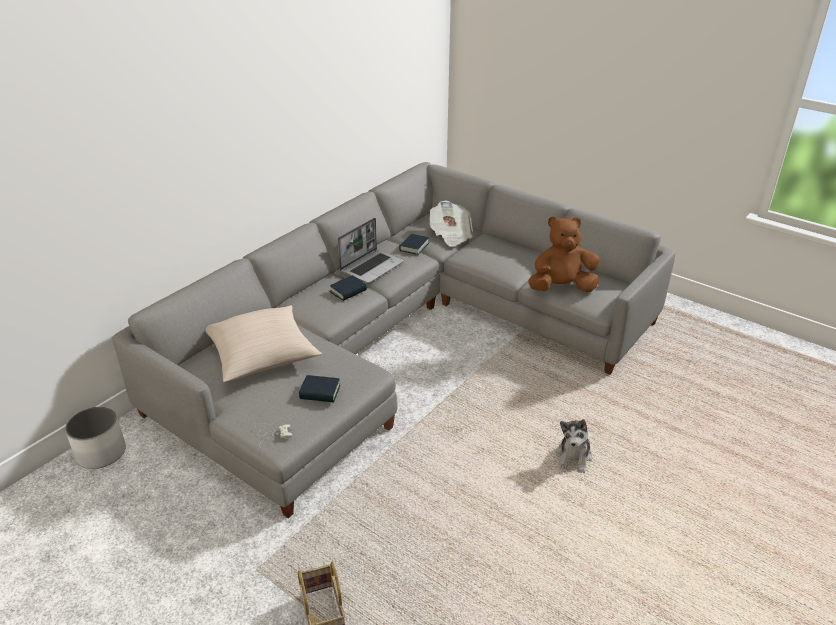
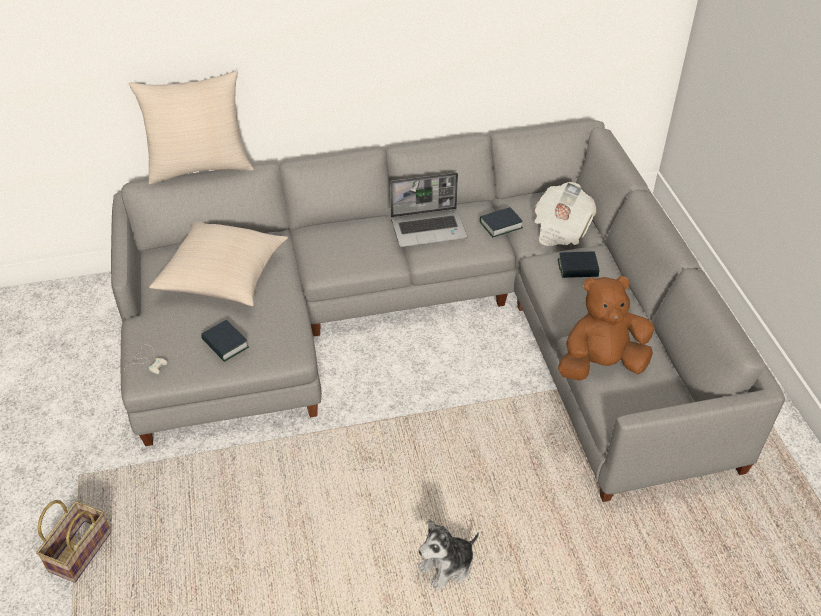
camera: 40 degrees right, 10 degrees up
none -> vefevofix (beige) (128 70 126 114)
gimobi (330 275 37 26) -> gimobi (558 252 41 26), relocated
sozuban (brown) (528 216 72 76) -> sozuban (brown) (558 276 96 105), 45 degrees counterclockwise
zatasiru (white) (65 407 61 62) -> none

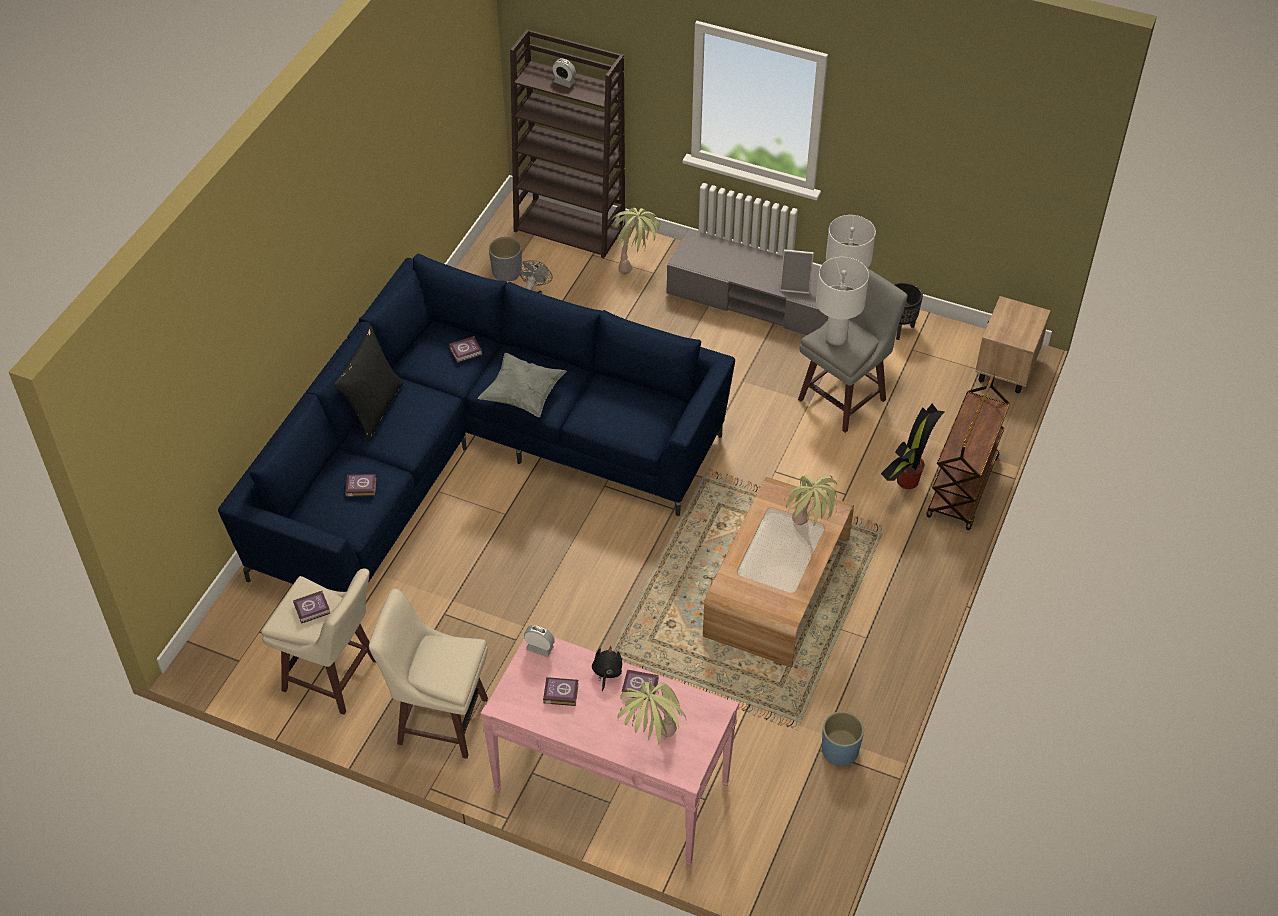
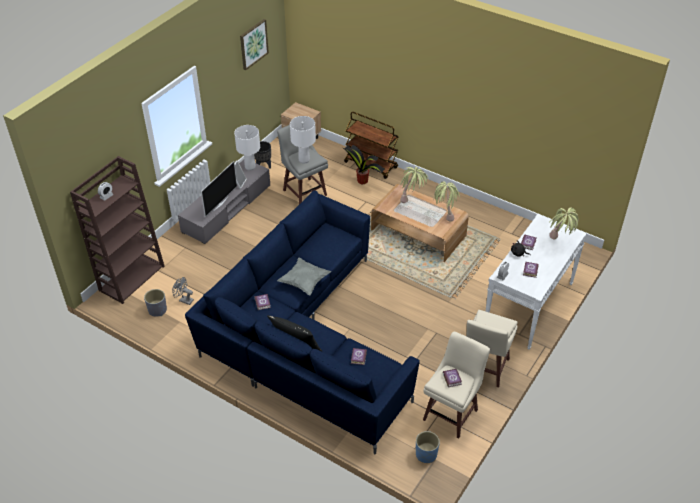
camera: 80 degrees left, 5 degrees down
none -> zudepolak (201 161 36 56)
none -> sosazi (240 19 29 51)
zatasiru (blue) (822 711 42 55) -> zatasiru (blue) (416 431 24 32), relocated
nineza (611 208 49 67) -> nineza (433 181 27 41), relocated
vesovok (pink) (481 637 258 230) -> vesovok (white) (486 214 101 136)

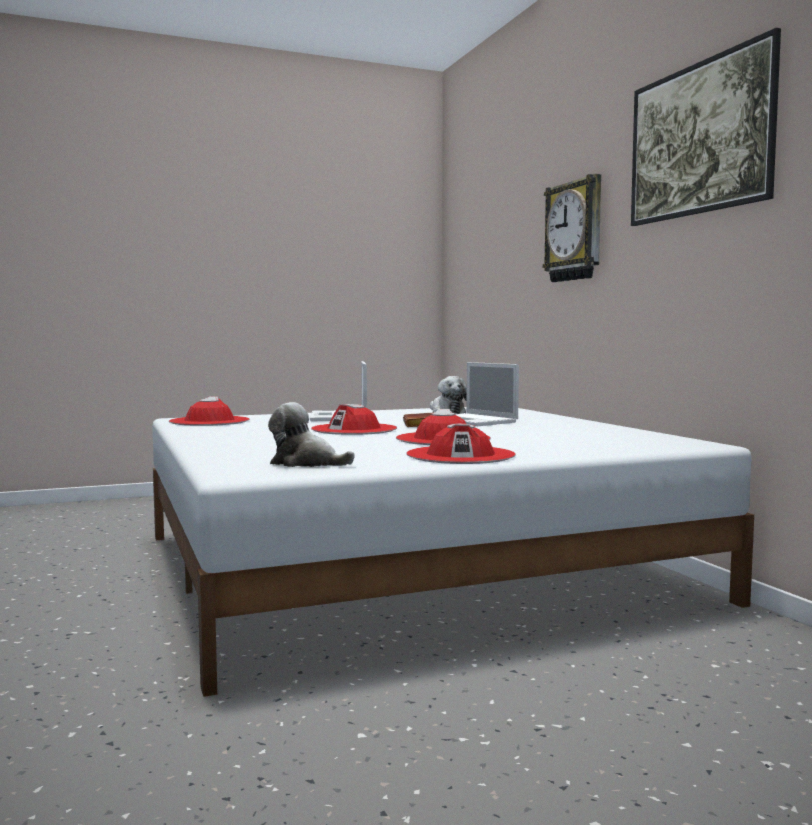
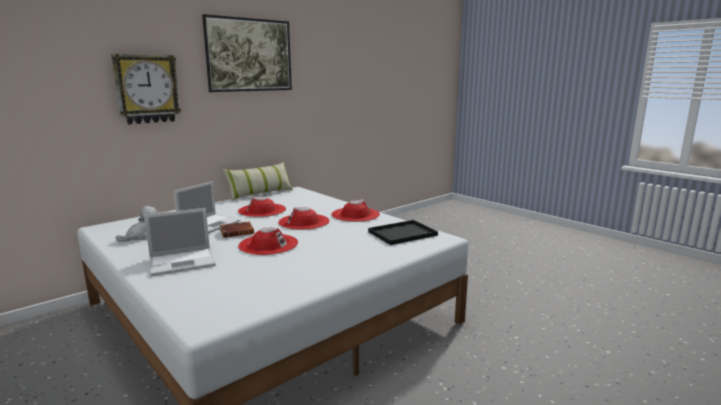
camera: 110 degrees left, 10 degrees up
none -> vefevofix (223 162 70 39)
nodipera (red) (169 396 81 30) -> nodipera (red) (238 197 48 20), relocated
sozuban (268 402 87 65) -> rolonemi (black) (368 220 70 25)

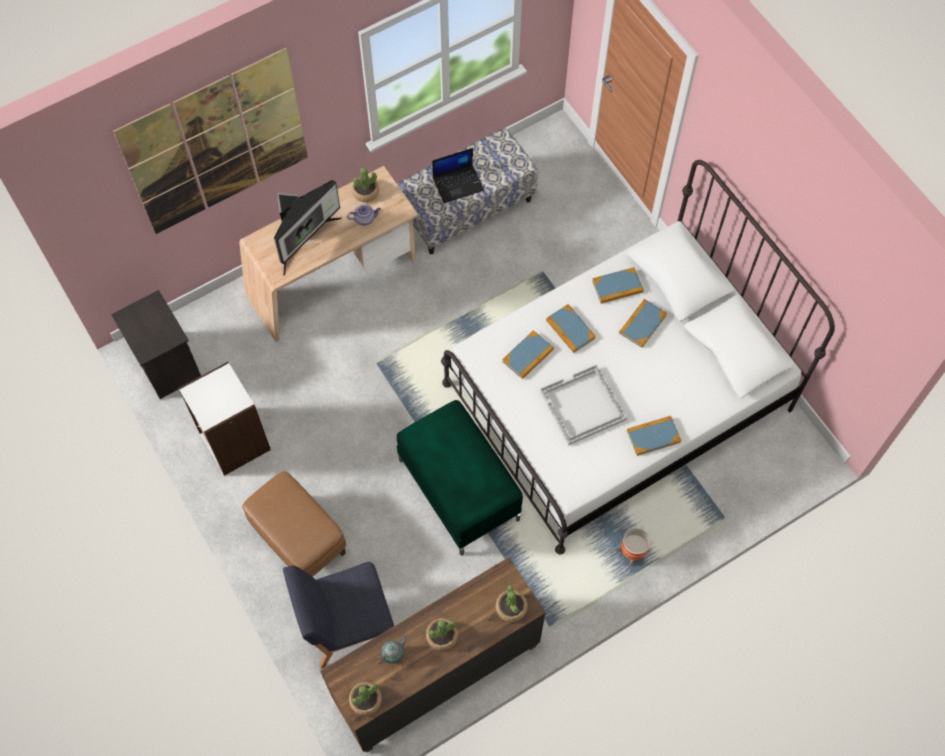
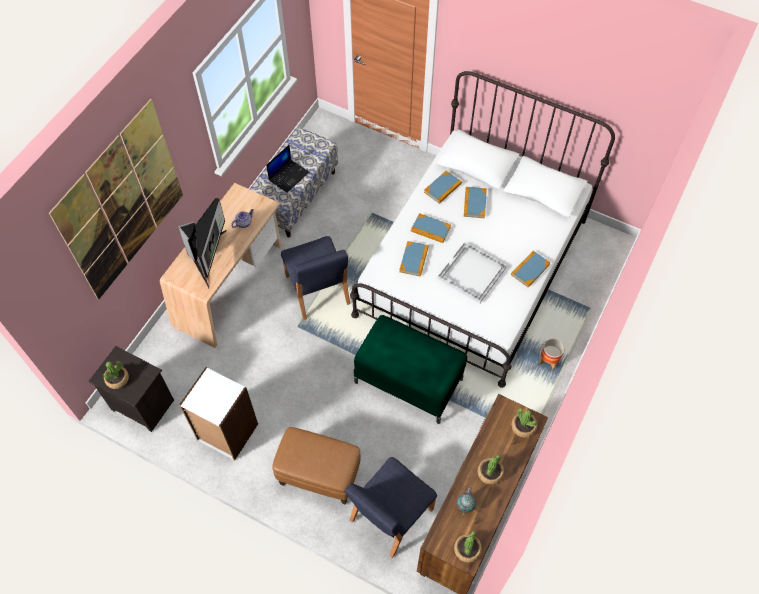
camera: 30 degrees left, 5 degrees down
nineza (352 167 27 35) -> nineza (104 361 25 28), relocated
none -> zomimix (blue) (281 236 69 84)

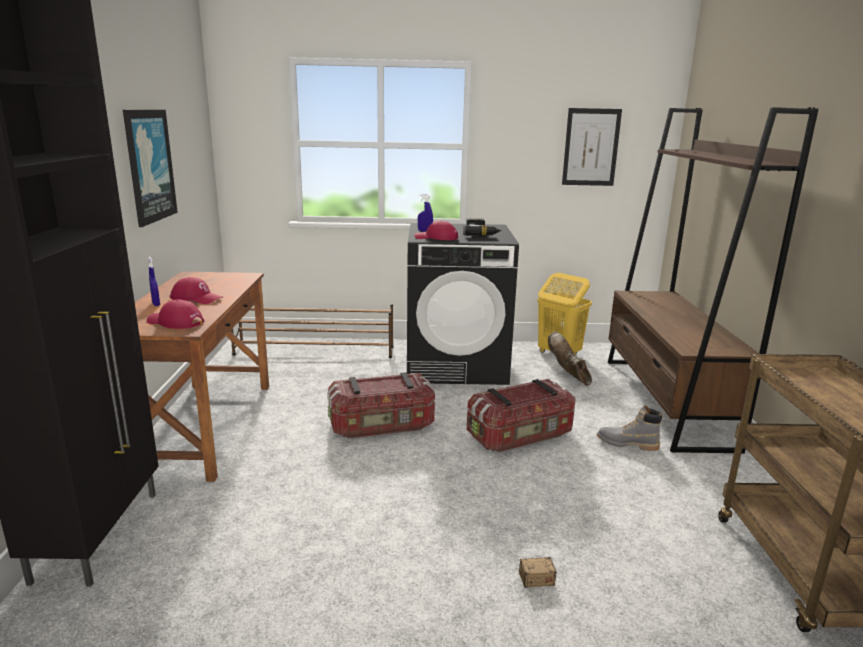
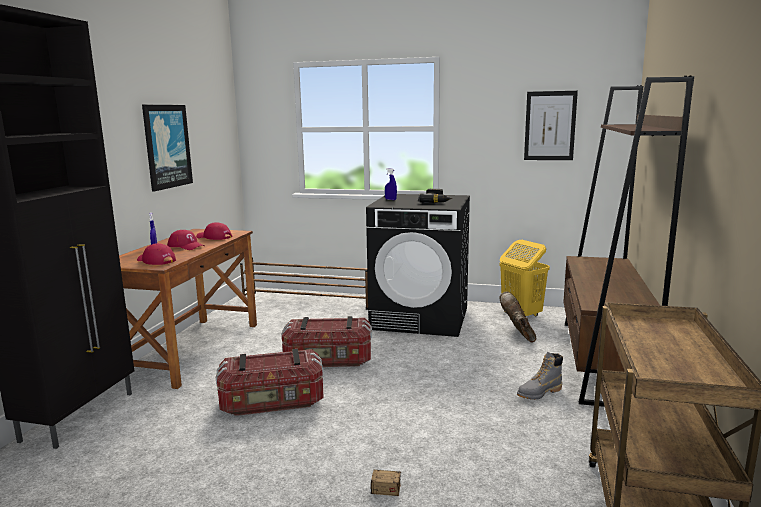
camera: 15 degrees right, 5 degrees down
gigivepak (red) (414 221 44 19) -> gigivepak (red) (196 222 36 18), relocated
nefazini (467 379 109 73) -> nefazini (216 349 108 67), relocated
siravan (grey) (597 405 65 46) -> siravan (grey) (517 352 46 48), 60 degrees counterclockwise

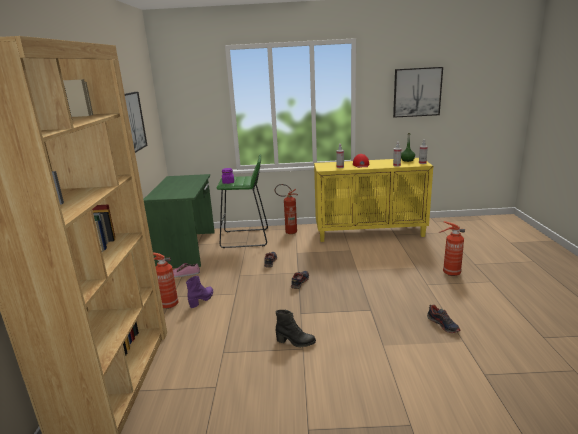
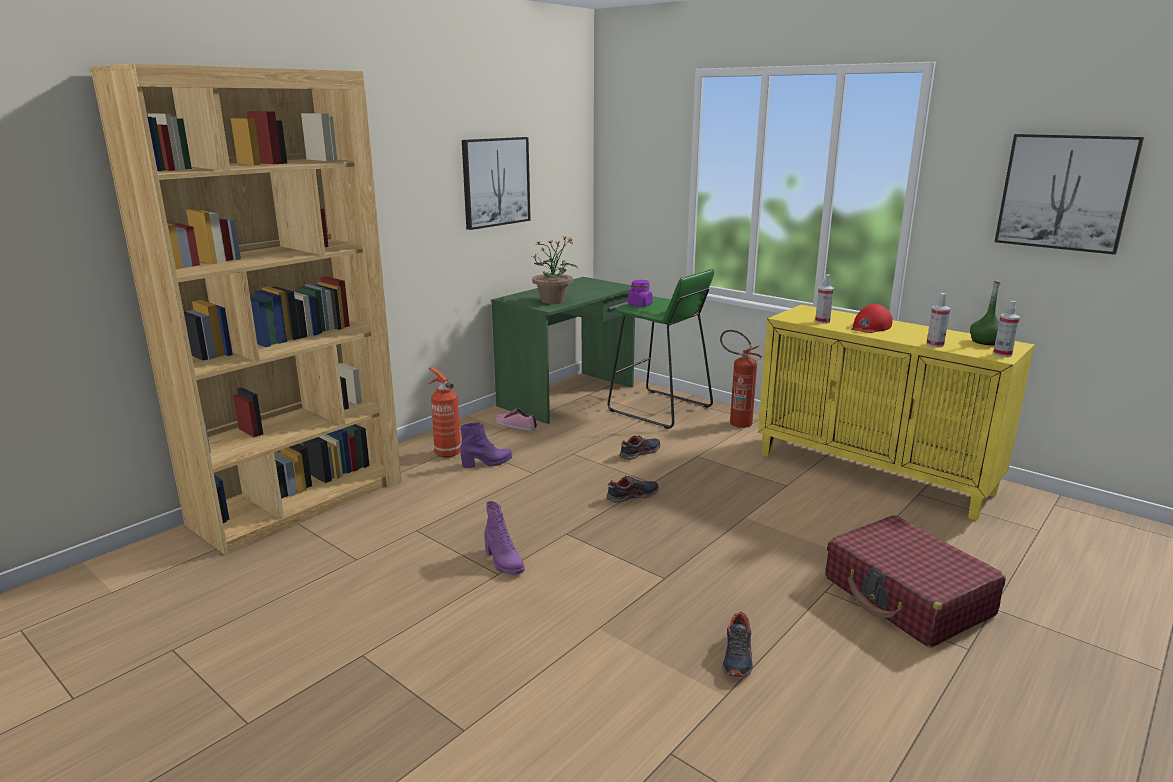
camera: 40 degrees right, 0 degrees up
siravan (black) (276 310 40 38) -> siravan (purple) (484 501 41 74)
none -> nineza (532 236 46 68)
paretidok (439 221 26 55) -> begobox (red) (825 515 181 133)

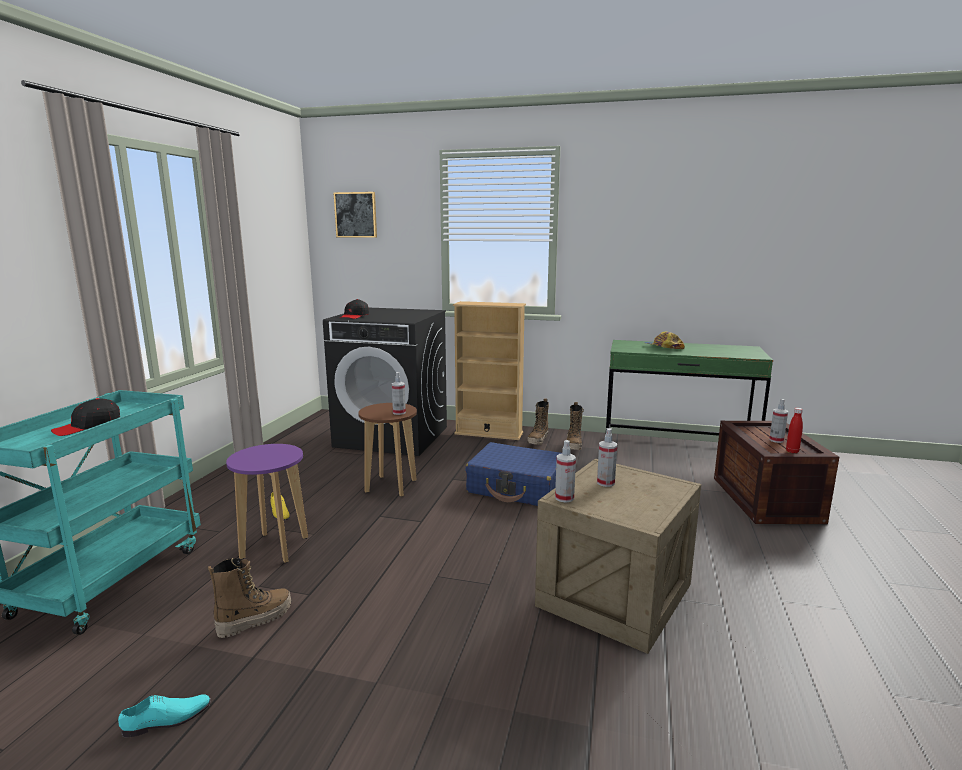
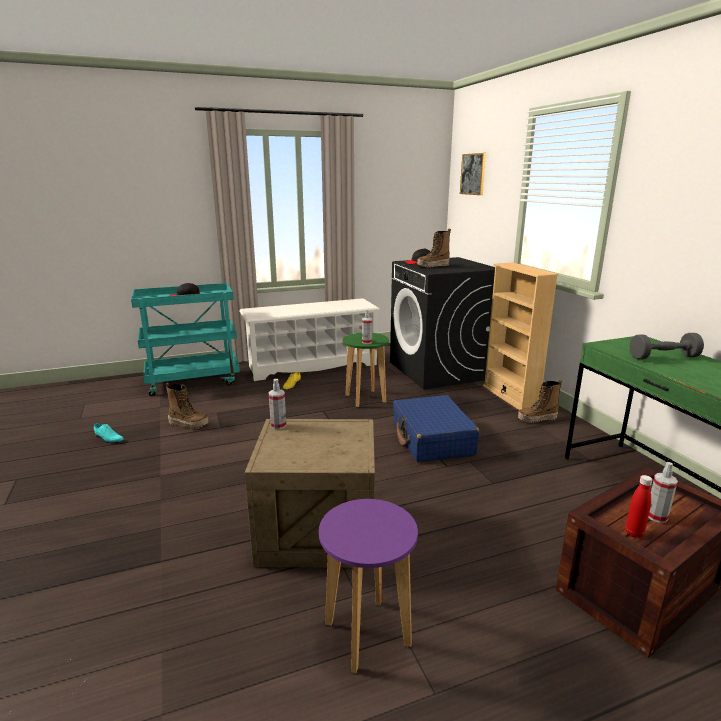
camera: 55 degrees right, 5 degrees up
none -> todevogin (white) (239 298 141 83)
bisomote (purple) (226 444 82 119) -> bisomote (purple) (319 499 99 174), relocated
bisomote (brown) (358 403 59 94) -> bisomote (green) (343 333 46 75)
siravan (566 402 18 48) -> siravan (417 229 34 39), relocated
gigivepak (645 332 40 17) -> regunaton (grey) (630 333 74 26)
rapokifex (597 428 20 59) -> none

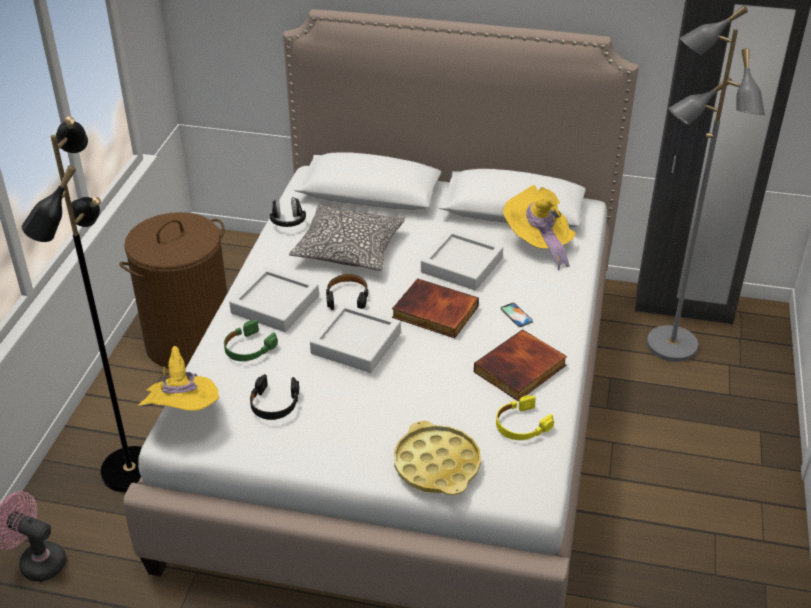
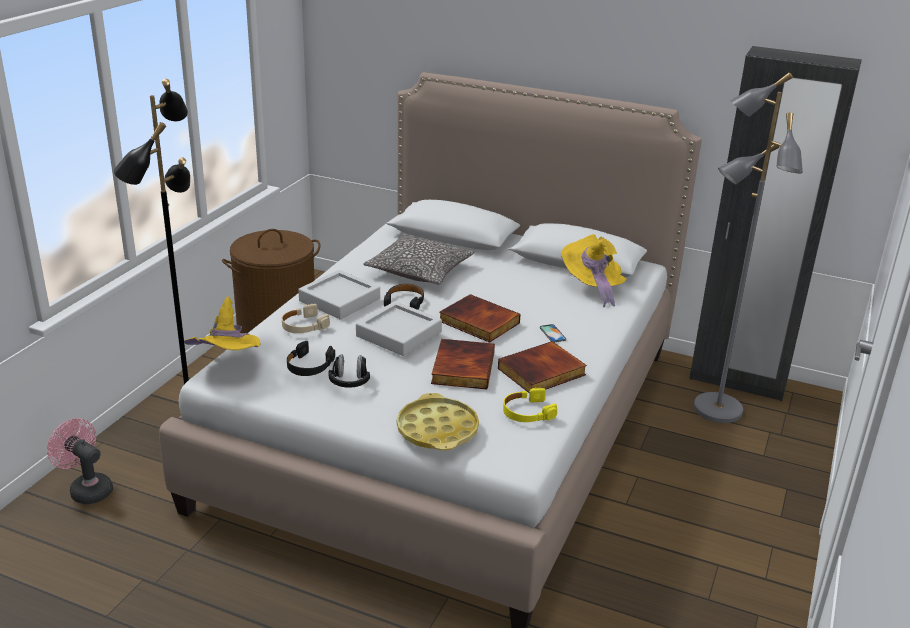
camera: 10 degrees right, 10 degrees down
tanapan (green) (224 320 54 41) -> tanapan (beige) (282 304 48 29)
tanapan (black) (270 197 36 30) -> tanapan (black) (329 354 41 34), relocated
none -> gimobi (431 339 64 50)
rolonemi (grey) (421 230 82 61) -> none

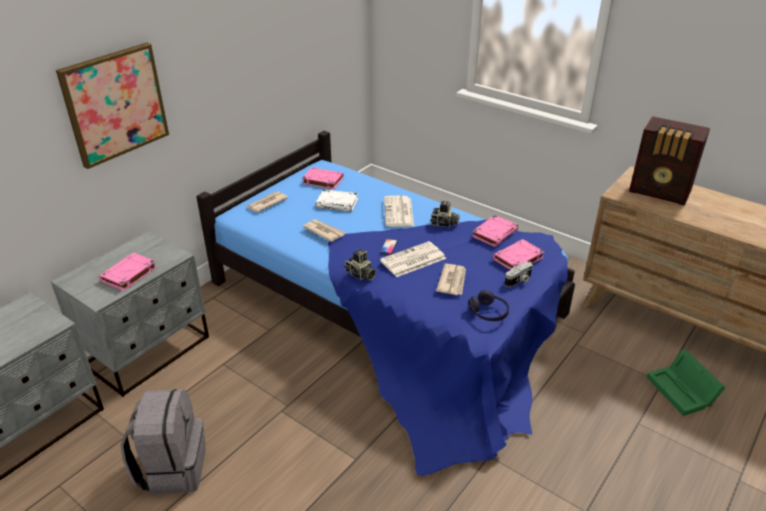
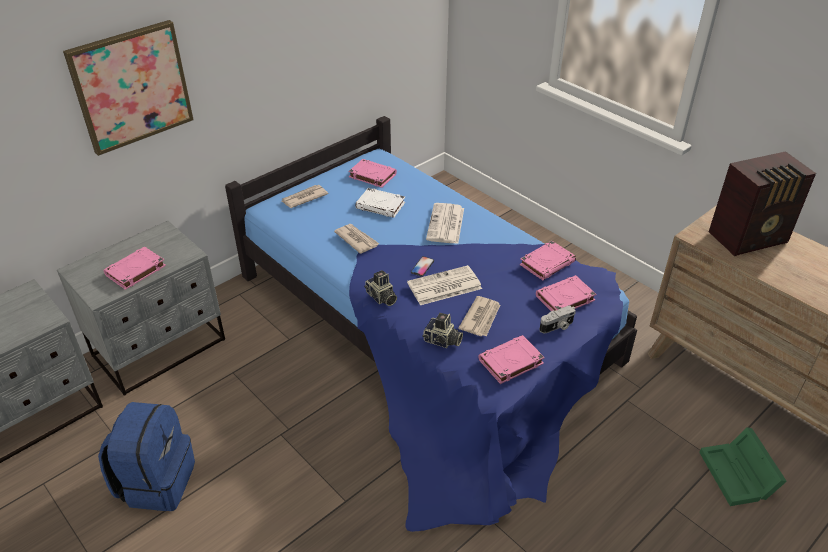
camera: 10 degrees right, 5 degrees up
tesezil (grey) (120 389 86 106) -> tesezil (blue) (98 402 97 109)
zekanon (430 201 30 27) -> zekanon (422 313 41 35), relocated
tanapan (purple) (468 290 41 31) -> gimobi (pink) (478 335 67 49)
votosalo (629 116 81 90) -> votosalo (709 151 107 105), 60 degrees counterclockwise

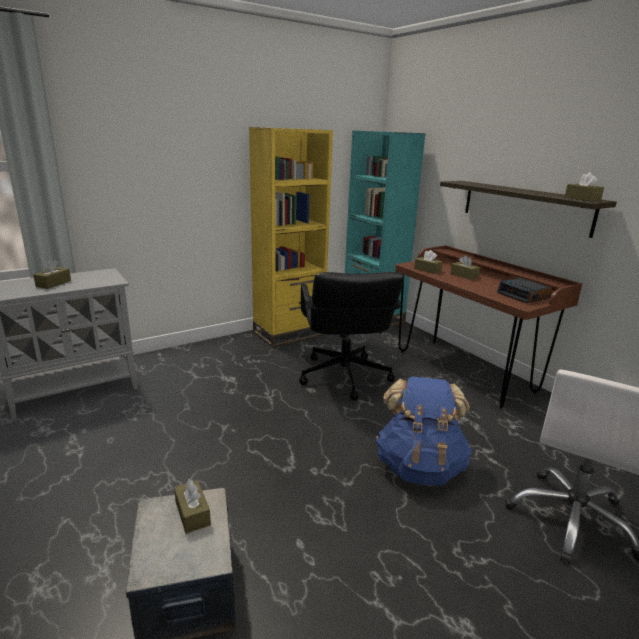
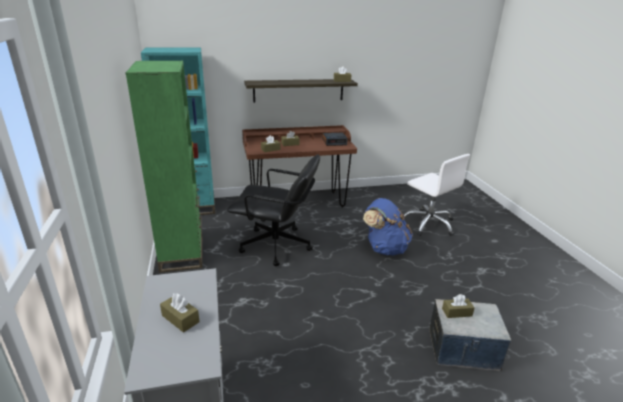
camera: 70 degrees left, 5 degrees up
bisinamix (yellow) (249 127 84 221) -> bisinamix (green) (125 61 77 212)

